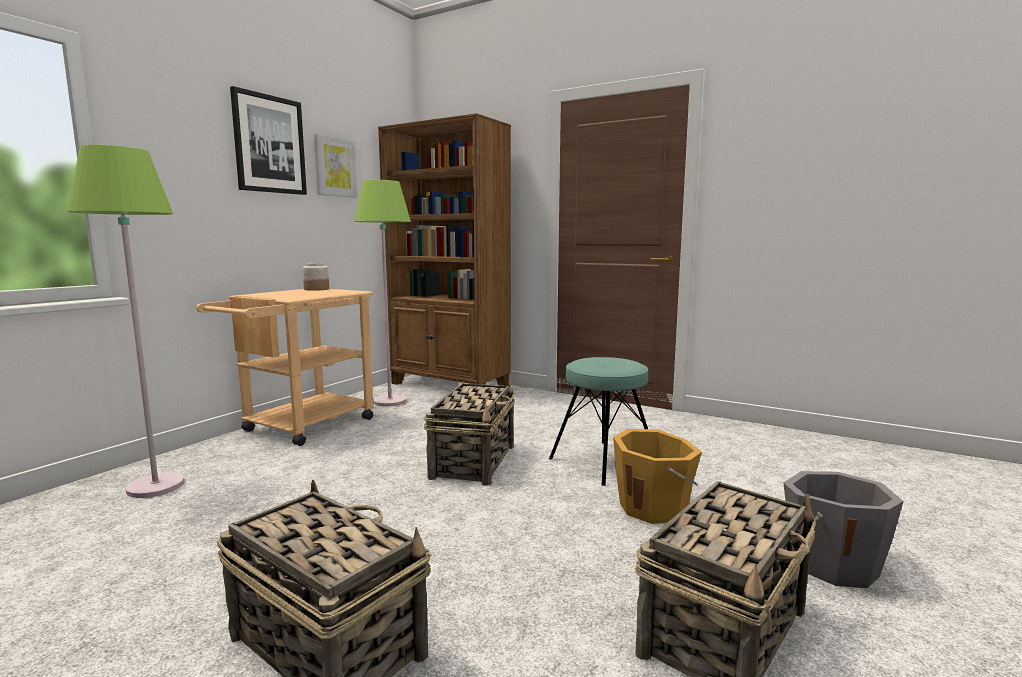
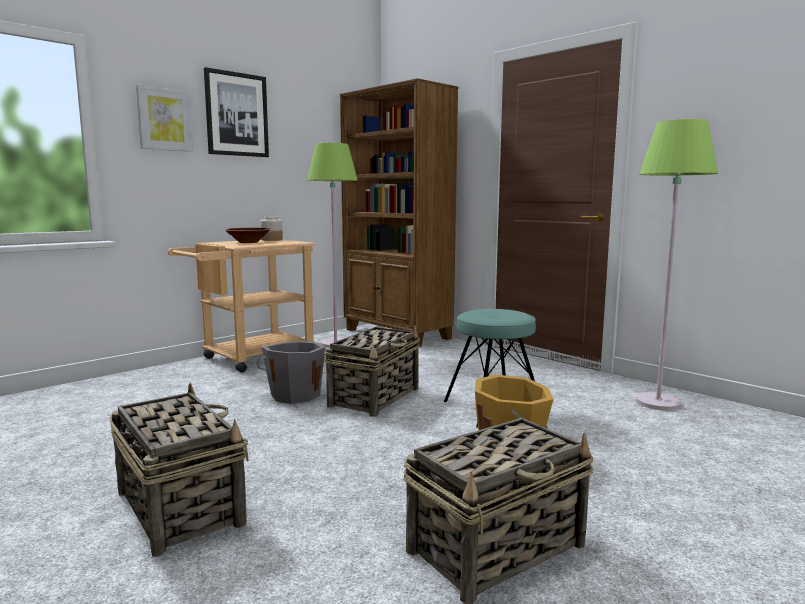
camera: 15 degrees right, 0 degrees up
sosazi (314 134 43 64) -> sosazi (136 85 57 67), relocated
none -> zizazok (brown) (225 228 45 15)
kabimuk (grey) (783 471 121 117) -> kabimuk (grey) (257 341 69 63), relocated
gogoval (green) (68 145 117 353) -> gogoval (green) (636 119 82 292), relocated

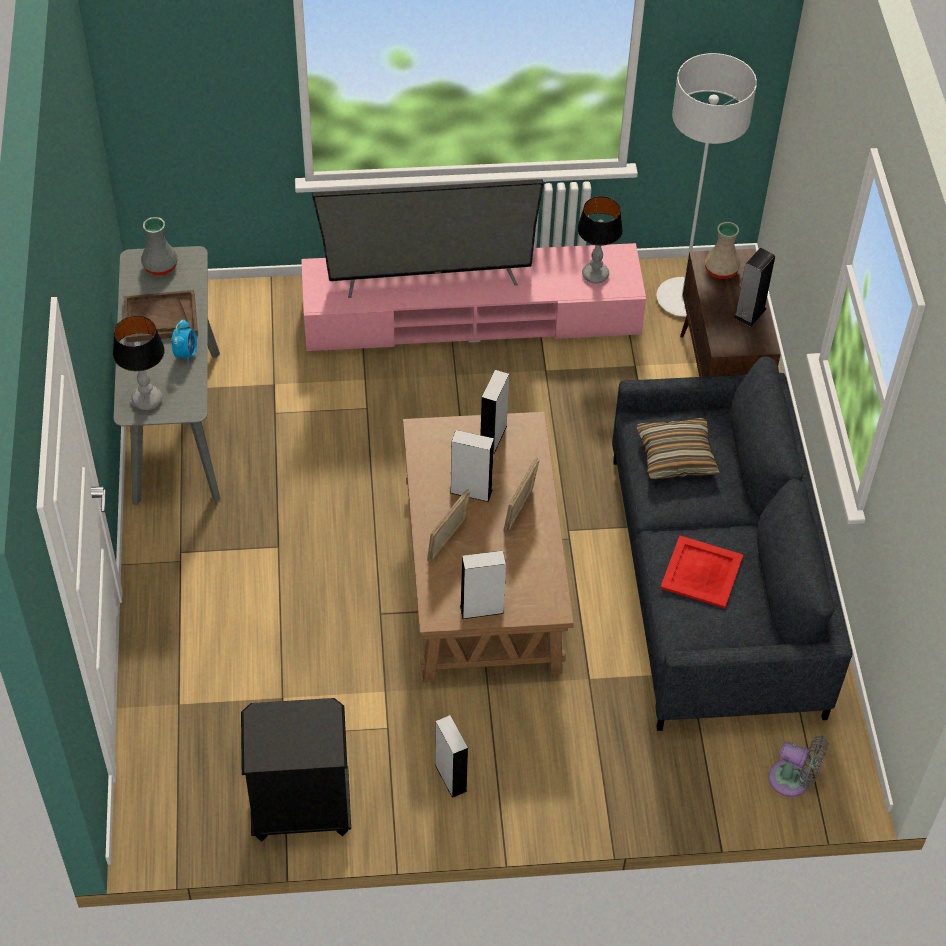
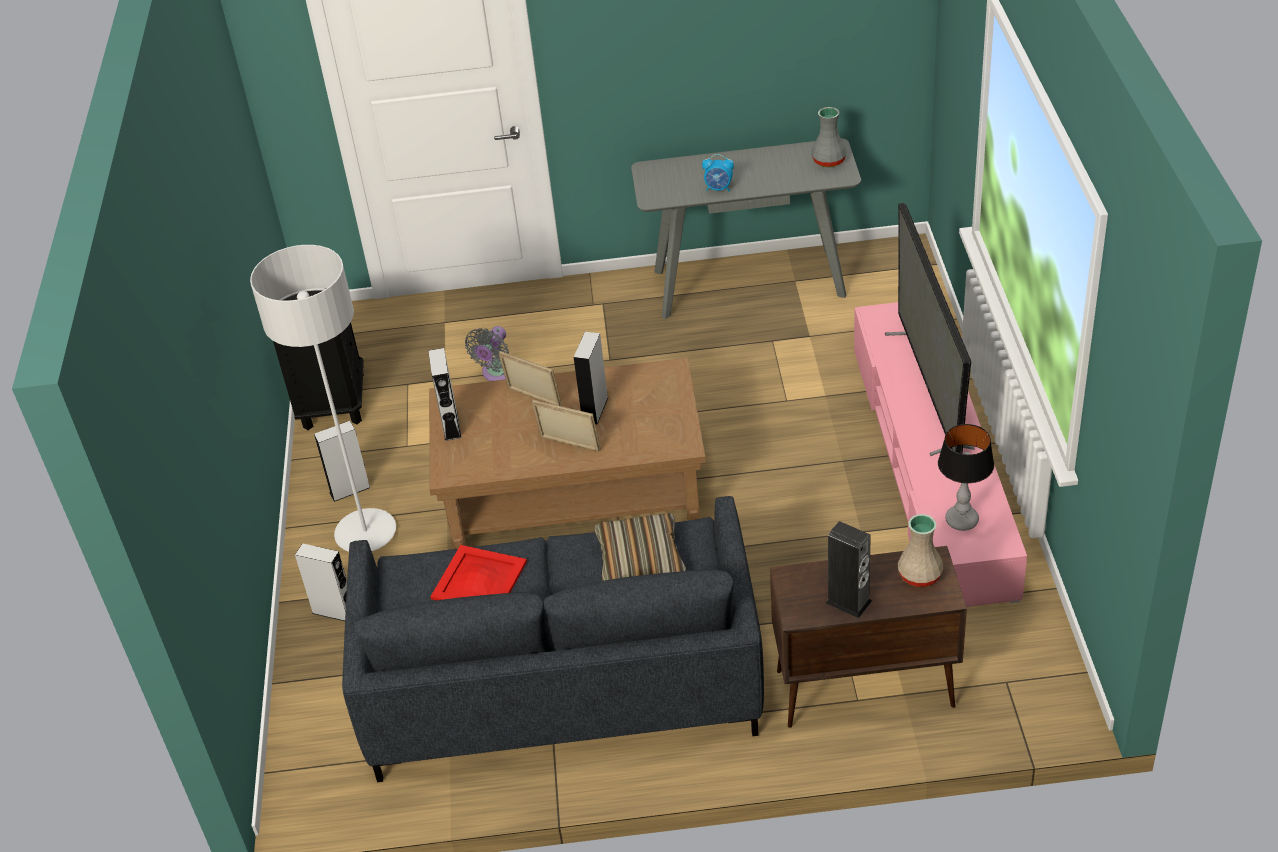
camera: 95 degrees right, 10 degrees down
gogoval (grey) (656 53 101 264) -> gogoval (grey) (250 245 146 307), relocated
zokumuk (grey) (480 370 29 84) -> zokumuk (grey) (295 543 52 78), relocated
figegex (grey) (768 735 60 62) -> figegex (grey) (465 326 44 55), relocated
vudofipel (113 316 52 94) -> none
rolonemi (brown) (124 290 74 52) -> none

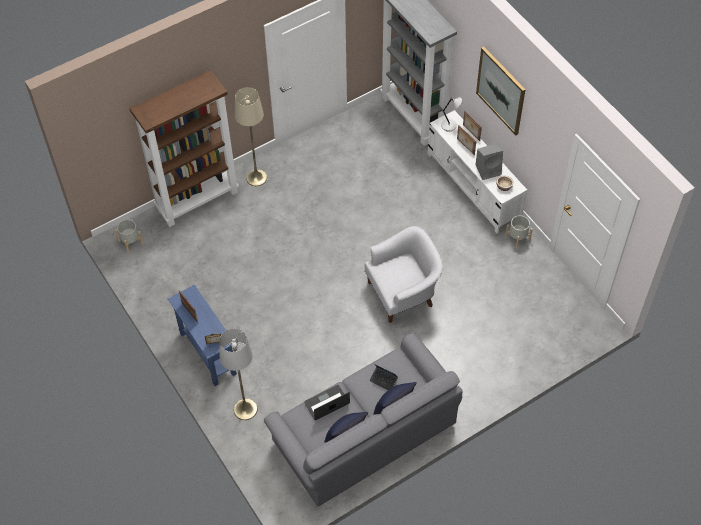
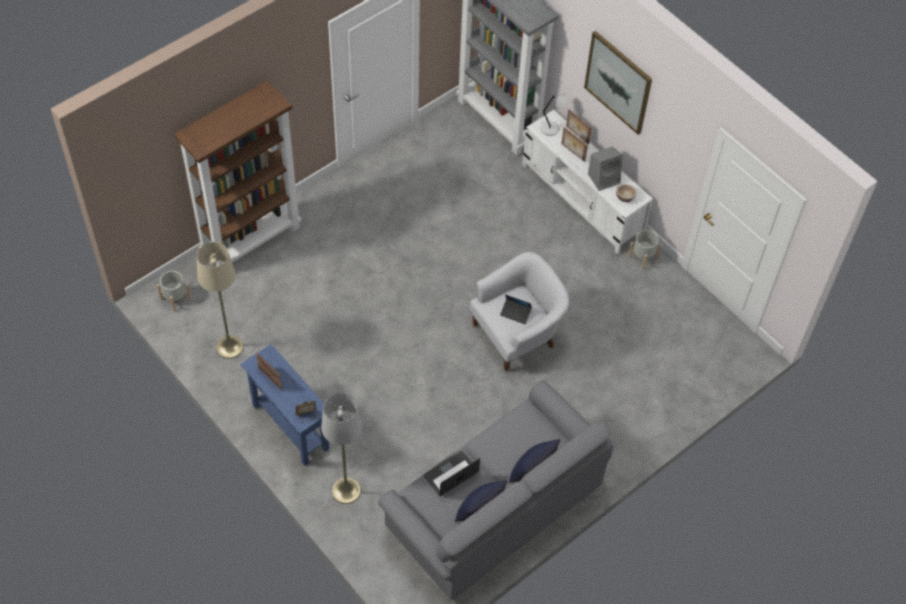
camera: 10 degrees left, 0 degrees up
gogoval (beige) (235 87 32 99) -> gogoval (beige) (197 242 47 117), relocated
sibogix (370 364 28 26) -> sibogix (500 294 32 30), relocated

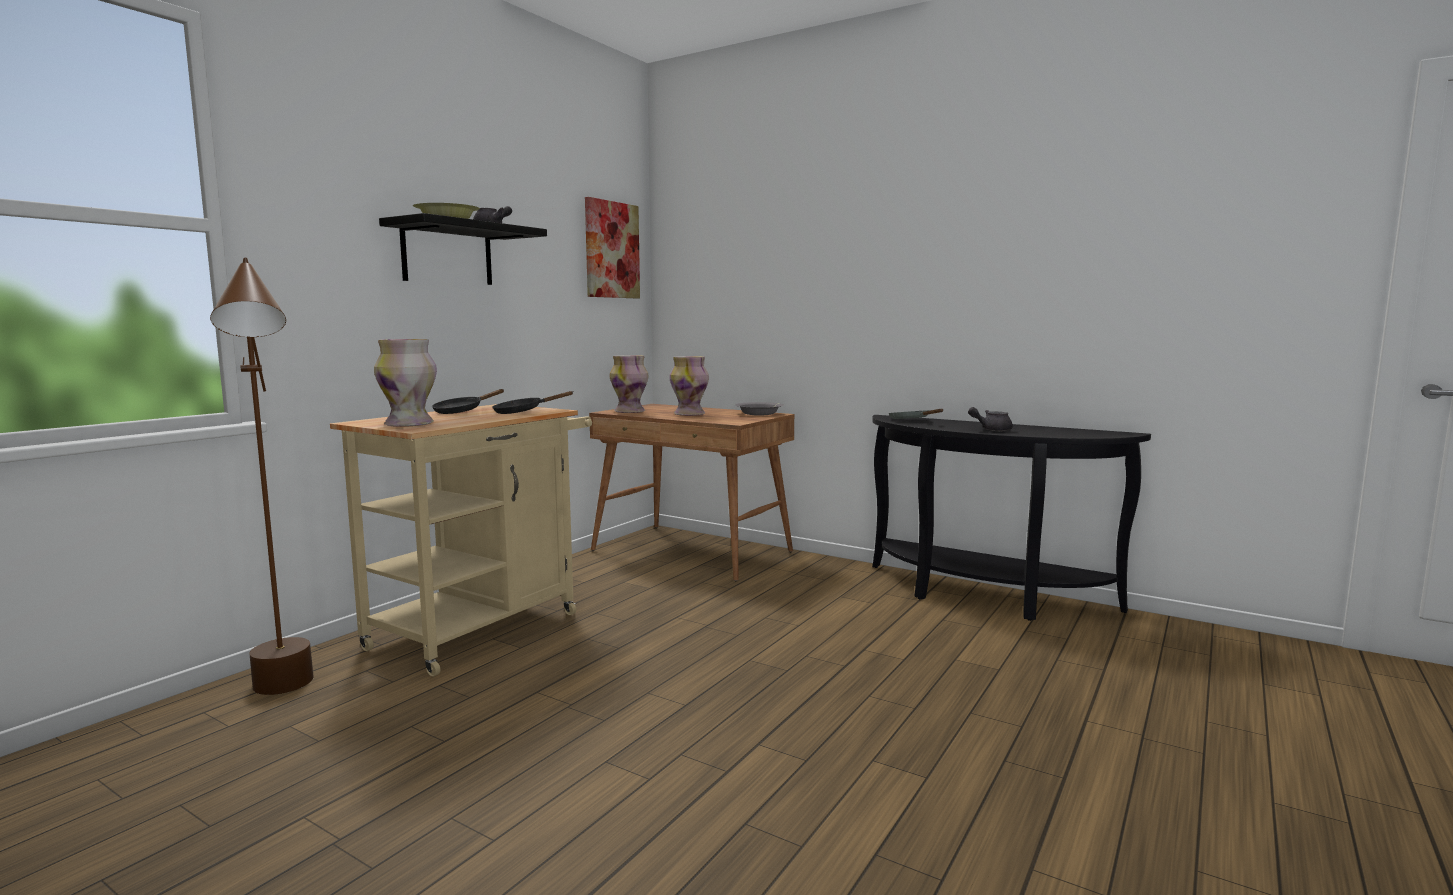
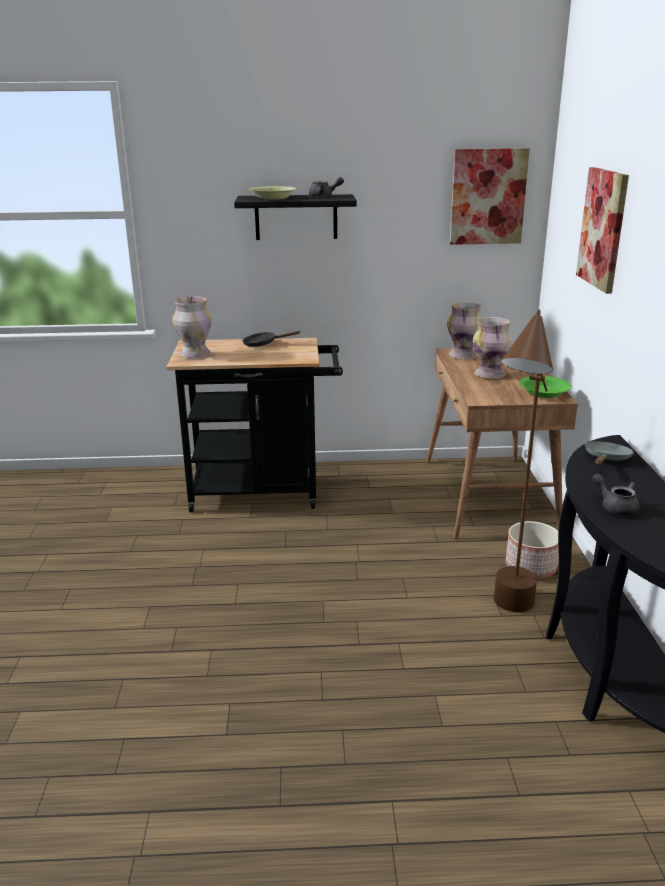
camera: 55 degrees right, 15 degrees up
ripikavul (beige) (330 404 262 272) -> ripikavul (black) (167 338 176 175)
gogoval (brown) (210 258 104 437) -> gogoval (brown) (494 309 59 303), relocated
none -> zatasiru (506 521 53 58)
zizazok (grey) (735 402 49 14) -> zizazok (green) (519 376 53 22)
none -> sosazi (576 167 53 127)
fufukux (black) (493 391 80 23) -> none

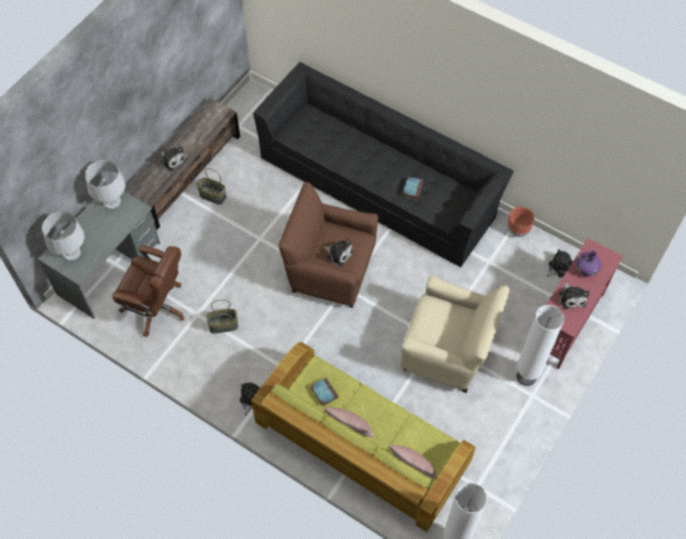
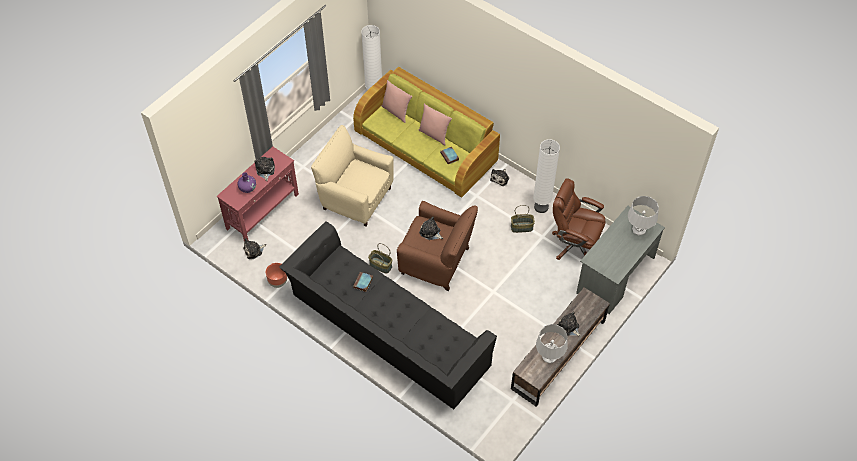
camera: 175 degrees left, 5 degrees down
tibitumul (197 168 29 37) -> tibitumul (368 243 24 31), relocated
gogoval (white) (517 305 47 81) -> gogoval (white) (533 139 27 74), relocated
vudofipel (grey) (85 160 41 49) -> vudofipel (grey) (536 324 31 39), relocated

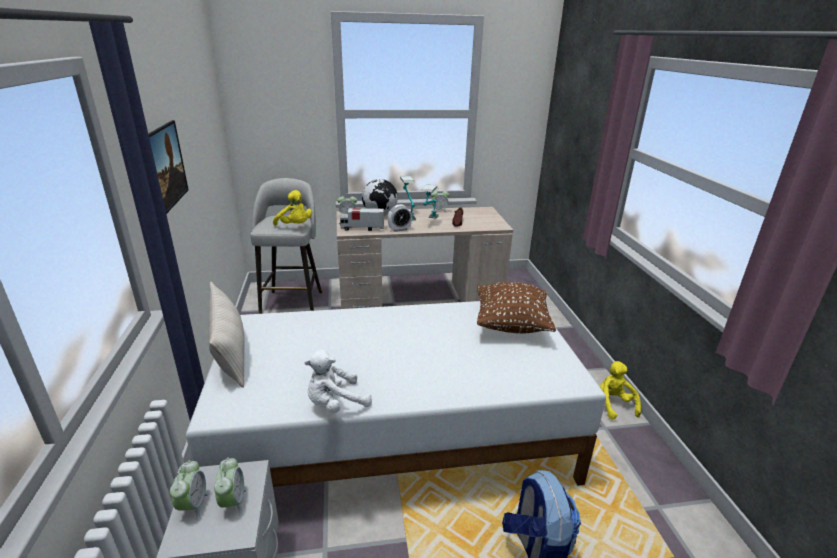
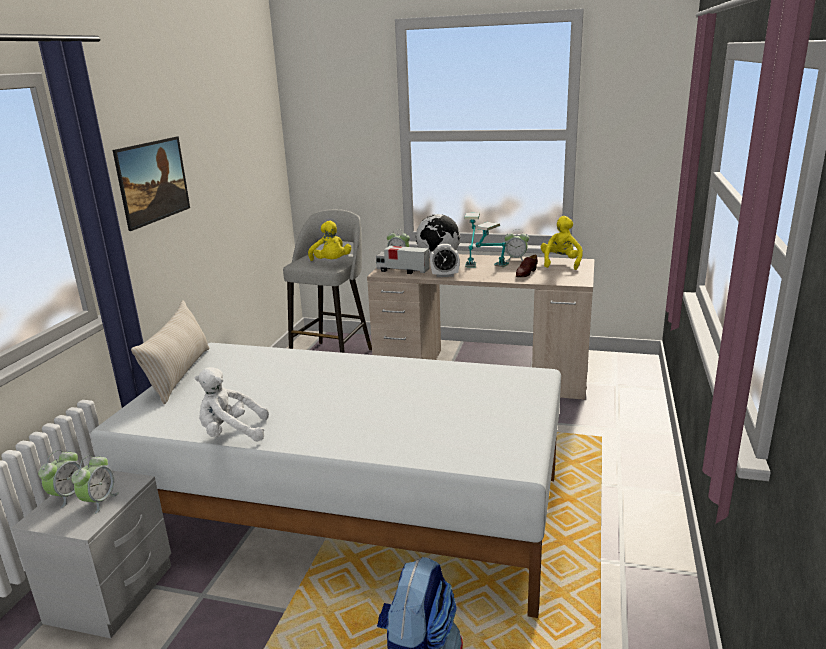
camera: 25 degrees right, 5 degrees down
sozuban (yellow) (600 361 41 59) -> sozuban (yellow) (541 216 42 54), relocated
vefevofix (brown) (477 282 79 52) -> none

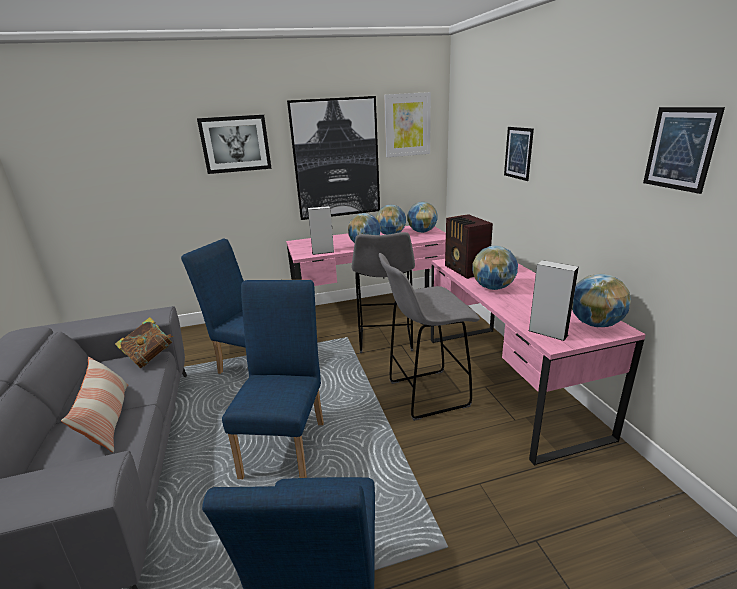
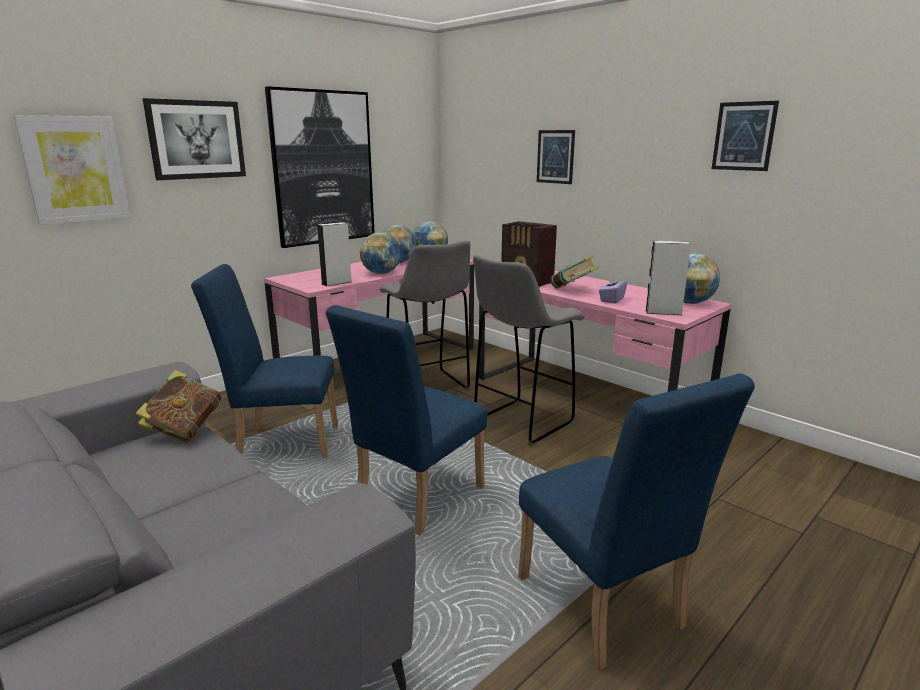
camera: 30 degrees left, 5 degrees down
sosazi (384 92 47 65) -> sosazi (13 115 117 110), relocated
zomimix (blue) (222 280 102 199) -> zomimix (blue) (326 305 161 230), 120 degrees counterclockwise
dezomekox (472 246 46 44) -> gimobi (551 255 48 33)
none -> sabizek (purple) (599 275 28 28)
vefevofix (61 357 68 95) -> none

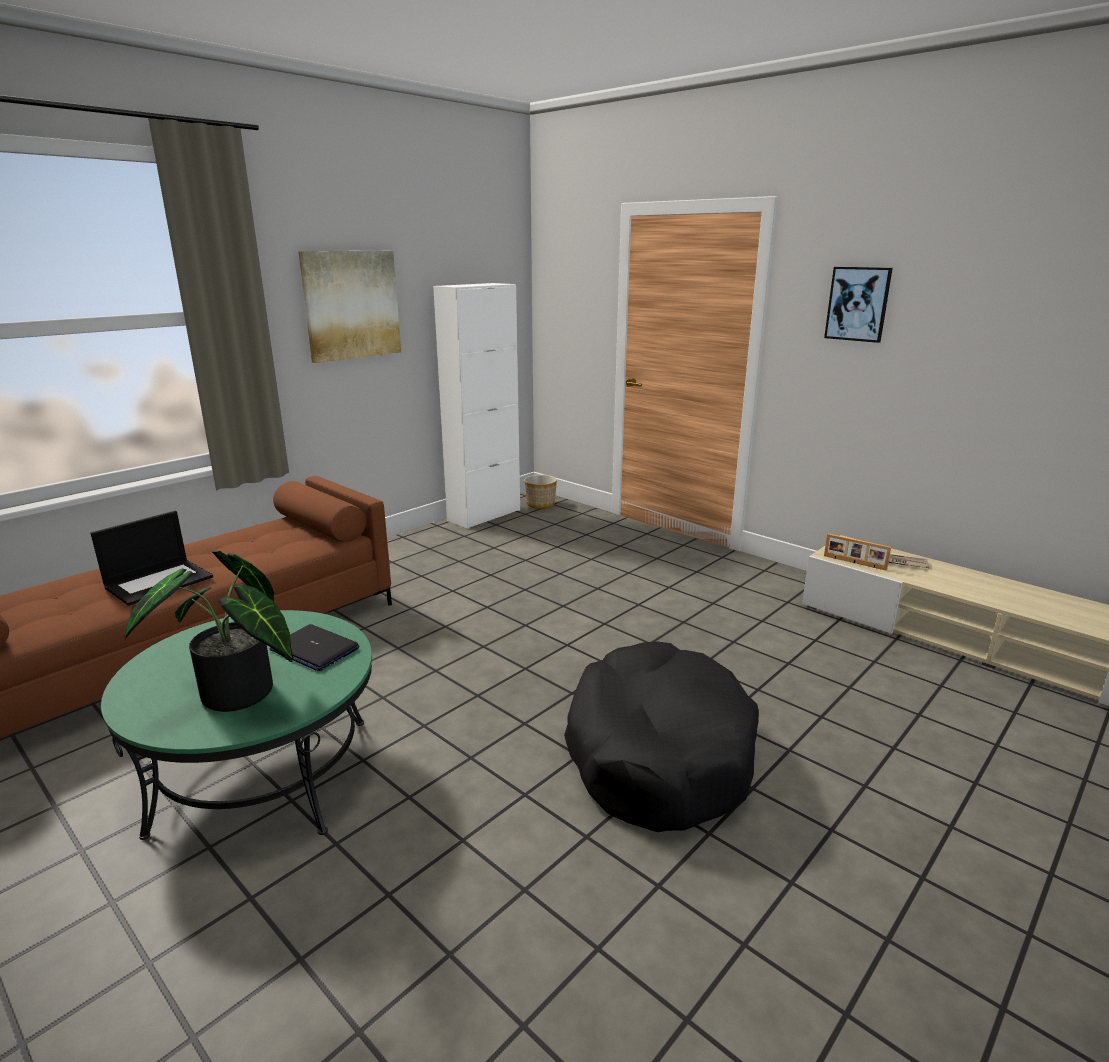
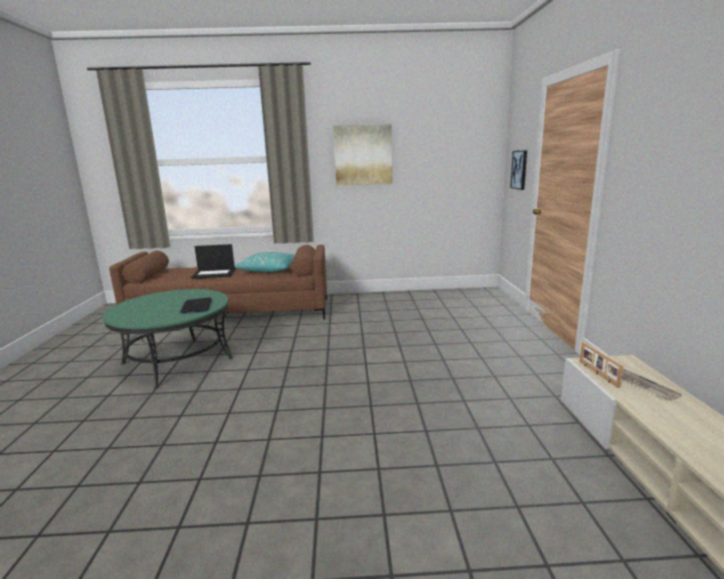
camera: 45 degrees right, 5 degrees down
none -> vefevofix (turquoise) (234 252 61 20)
sosazi (824 267 69 76) -> sosazi (510 150 17 40), relocated
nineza (124 551 169 161) -> none
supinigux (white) (433 283 87 246) -> none
zatasiru (524 475 33 34) -> none
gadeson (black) (564 641 195 191) -> none

